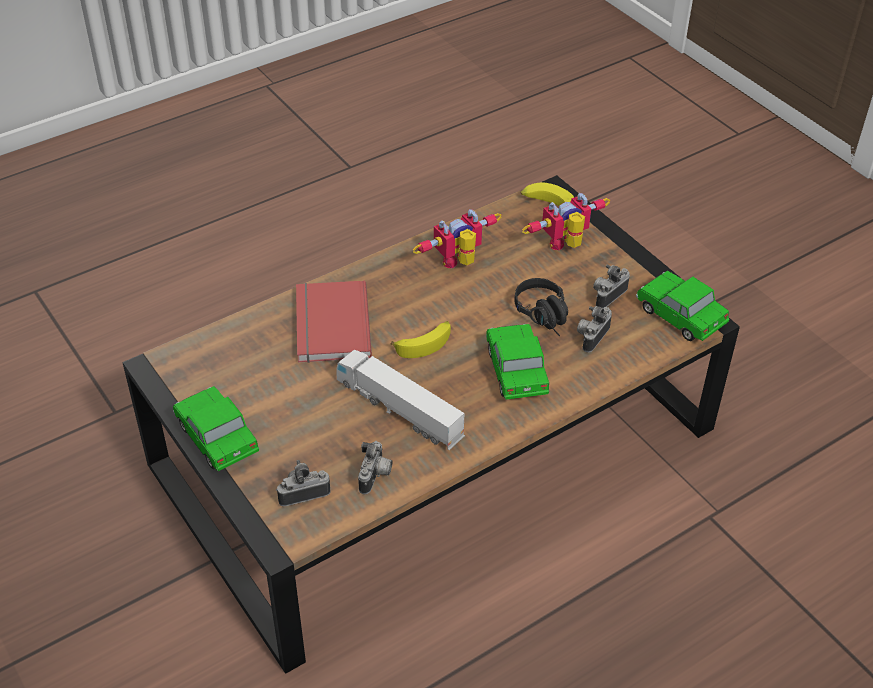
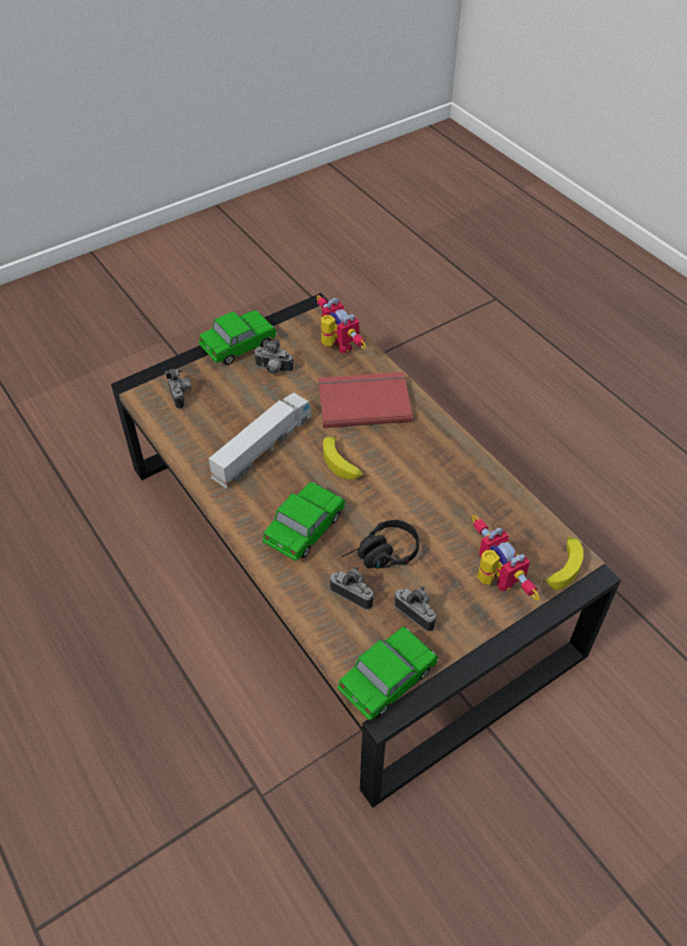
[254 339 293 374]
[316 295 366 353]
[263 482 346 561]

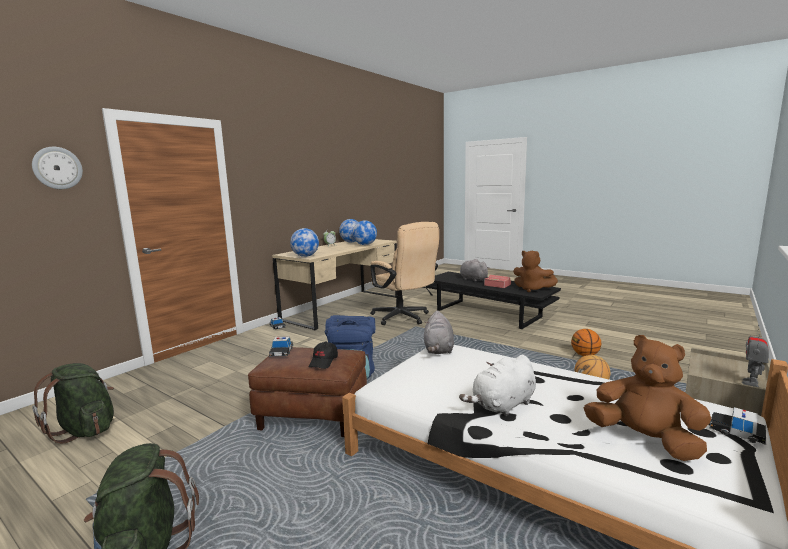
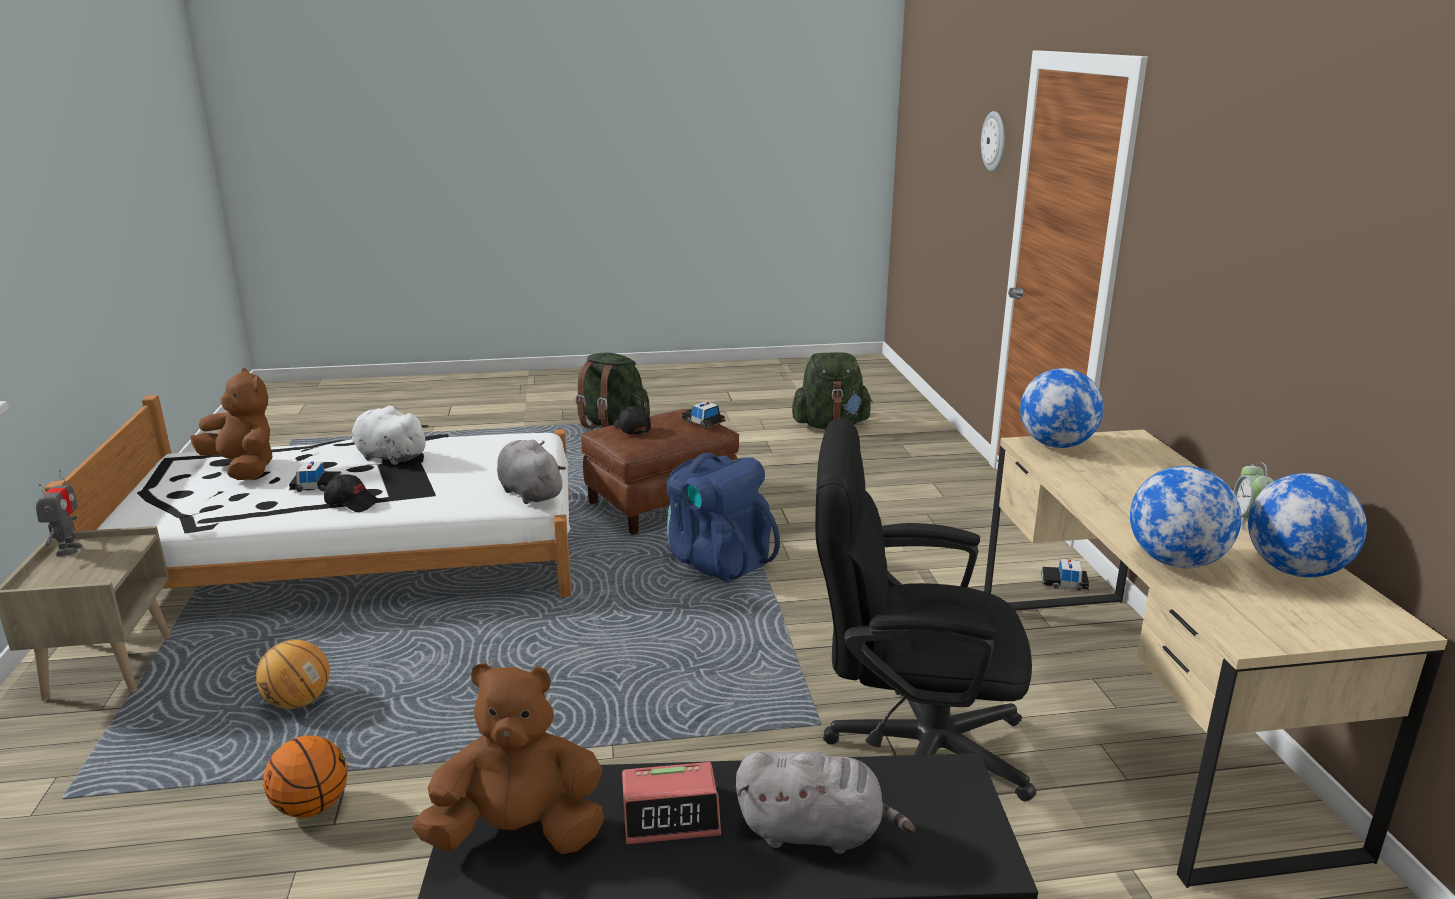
[815 418 1036 801]
[352 406 429 465]
[190 368 273 480]
[289 461 342 492]
[324 474 380 512]

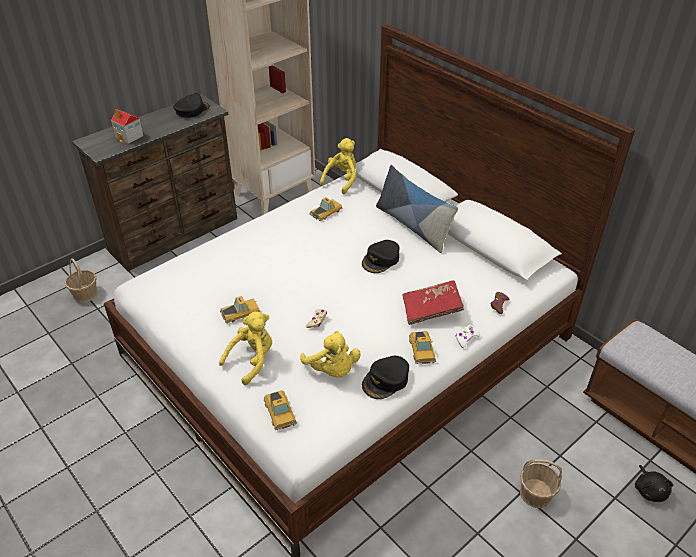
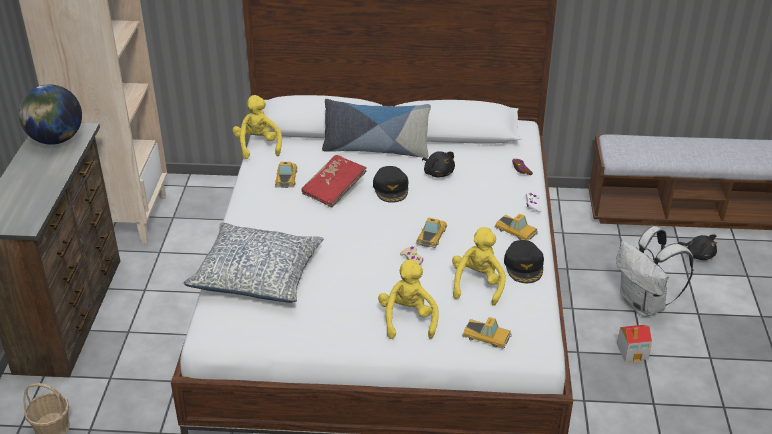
[617 325 652 362]
[19 84 82 145]
[416 217 447 248]
[452 227 506 306]
[301 155 367 208]
[616 226 693 317]
[184 222 324 303]
[422 151 455 178]

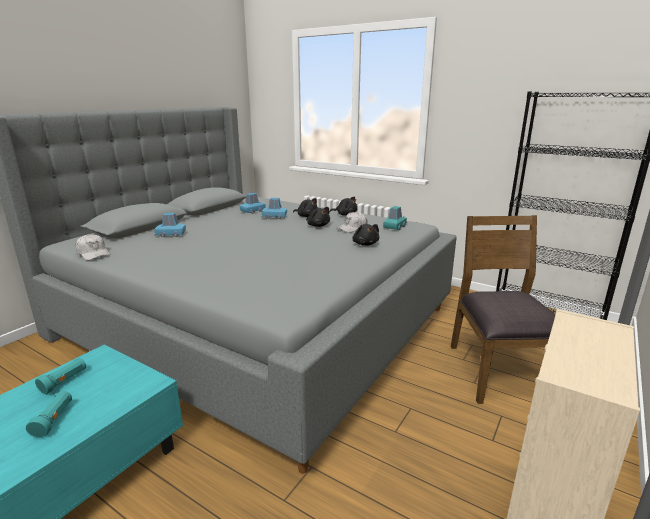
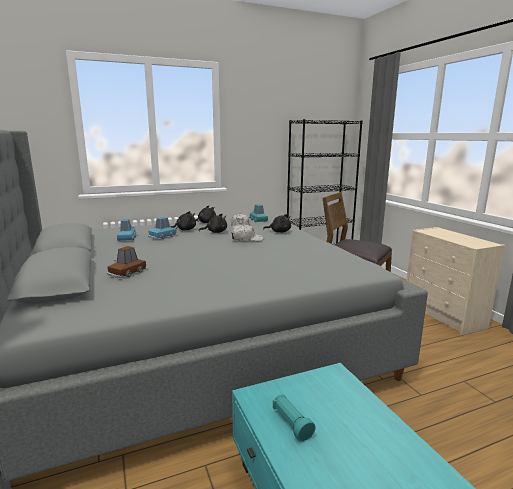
[26 391 72 438] (first image)
[231 224 263 242]
[107 246 146 278]

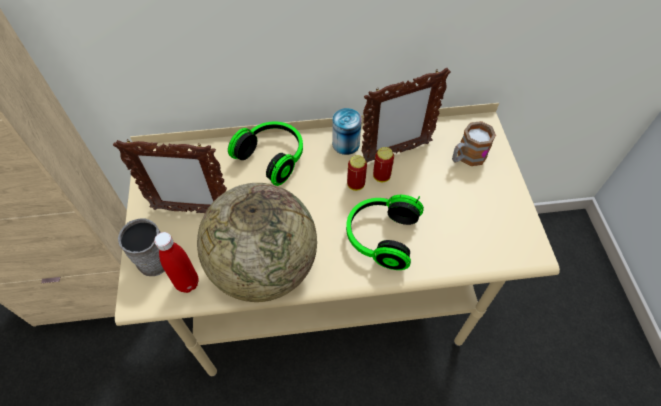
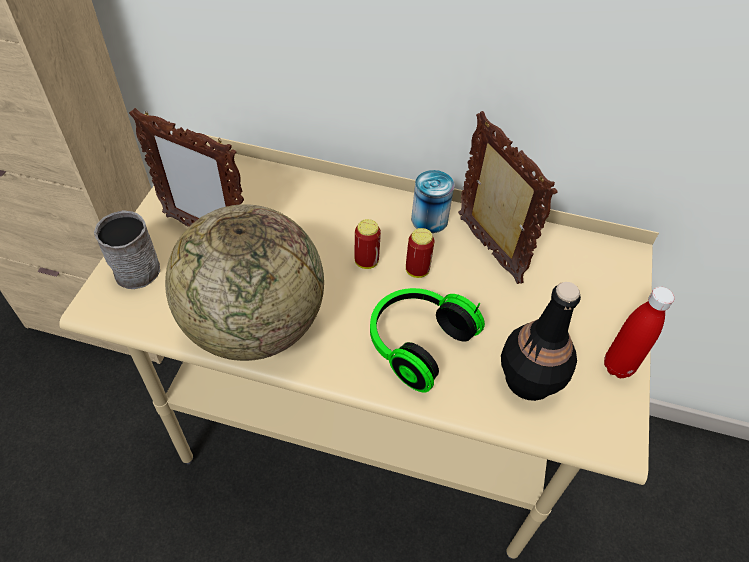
[604 286 675 378]
[228 121 303 186] (first image)
[458 111 558 284]
[355 219 381 269]
[452 121 496 166] (first image)
[501 282 581 401]

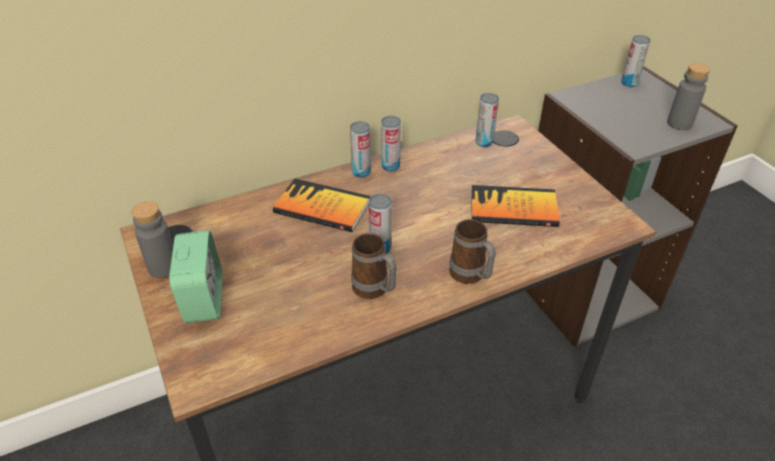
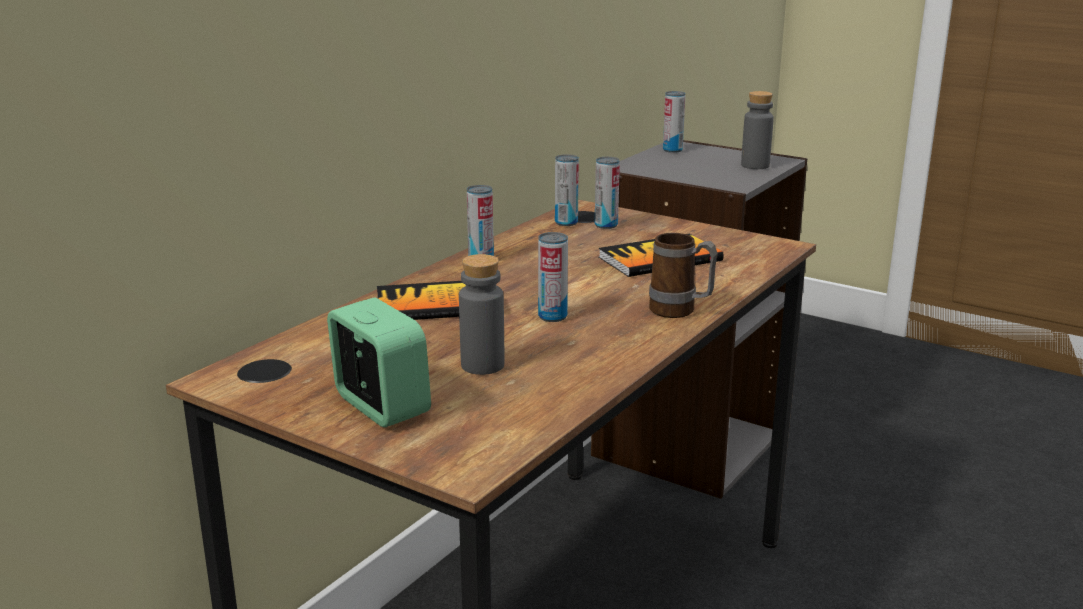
[459 254 504 375]
[595 157 620 229]
[351 233 397 299] (first image)

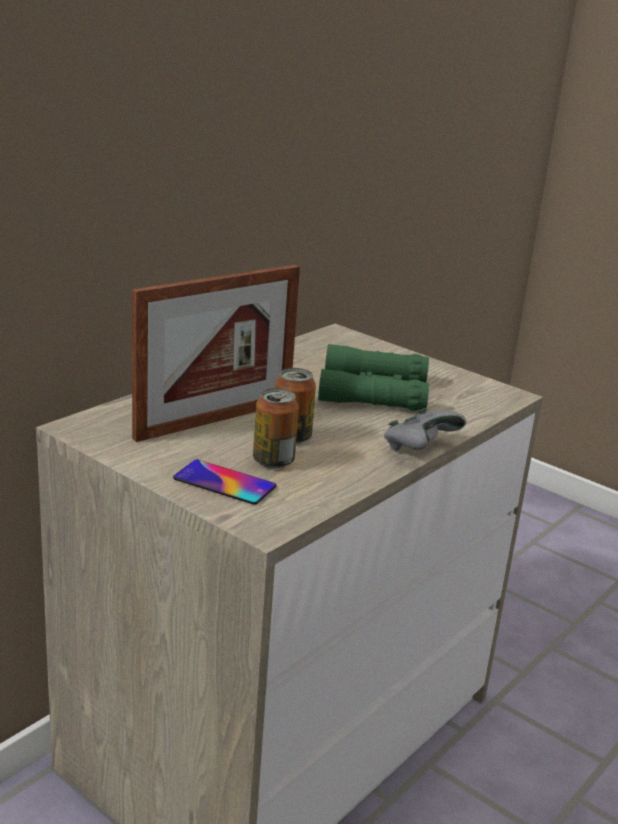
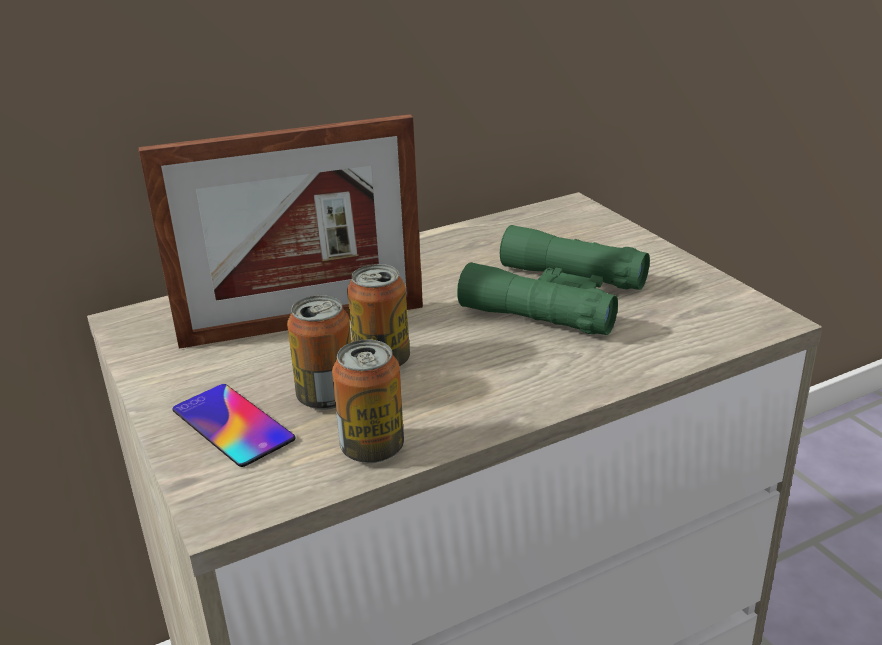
[384 408 466 451] (first image)
[332 339 404 463]

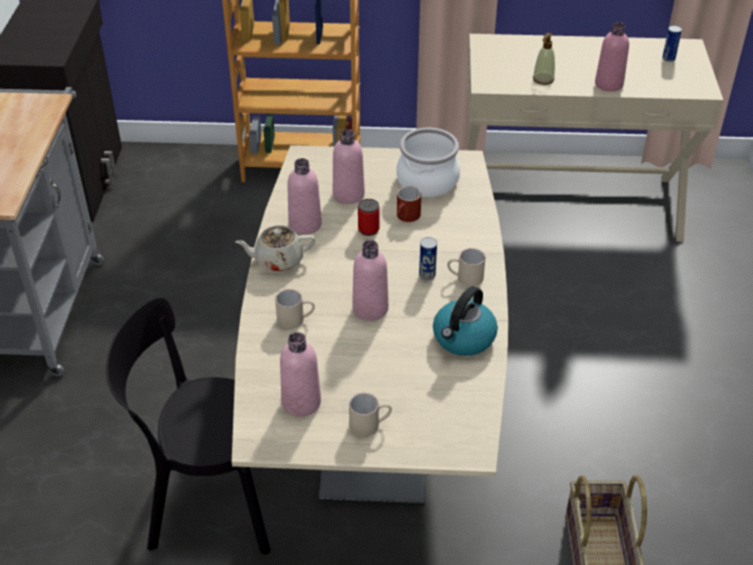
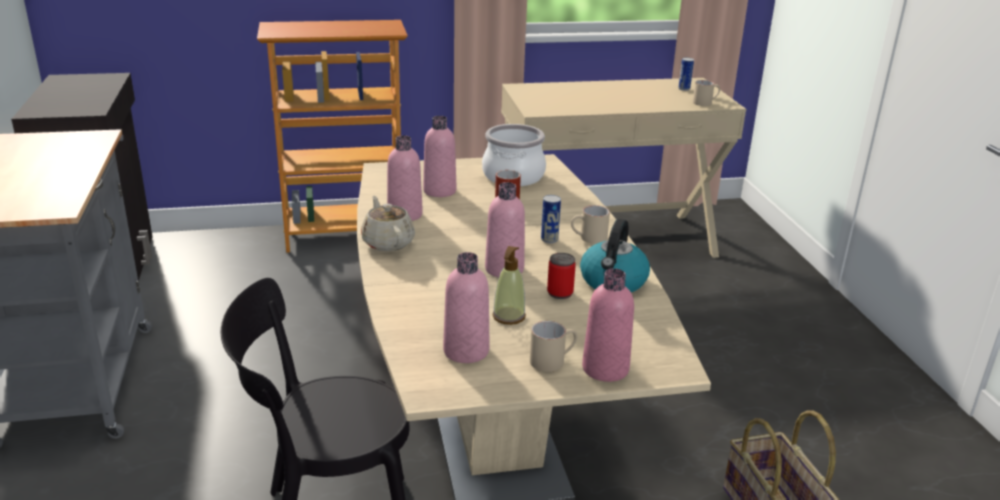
[361 195 415 251]
[693 80 720 106]
[547 253 576 299]
[493 246 526 325]
[582 268 634 382]

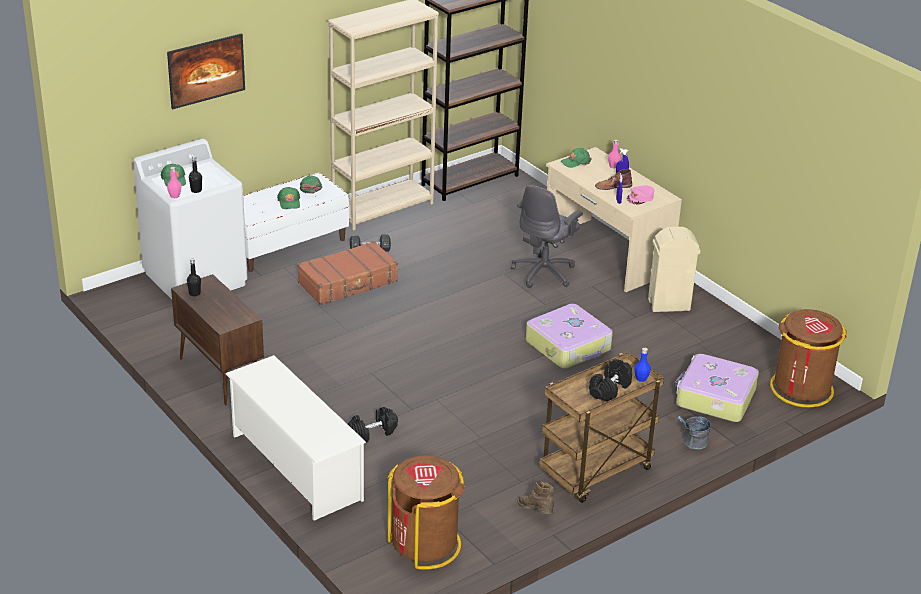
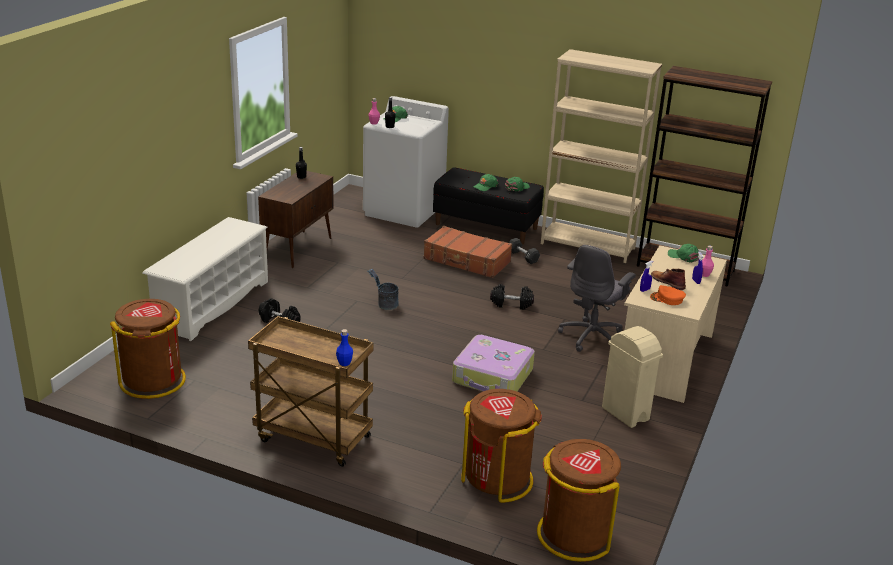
[167 33 245 109] (first image)
[433 167 544 244]
[558 245 636 352]
[517 482 554 514] (first image)
[490 284 534 310]
[650 285 686 305]
[461 389 542 503]
[367 269 399 310]

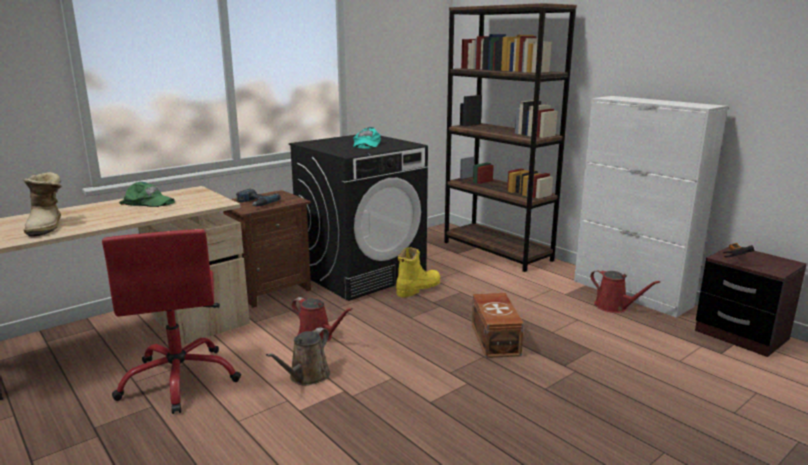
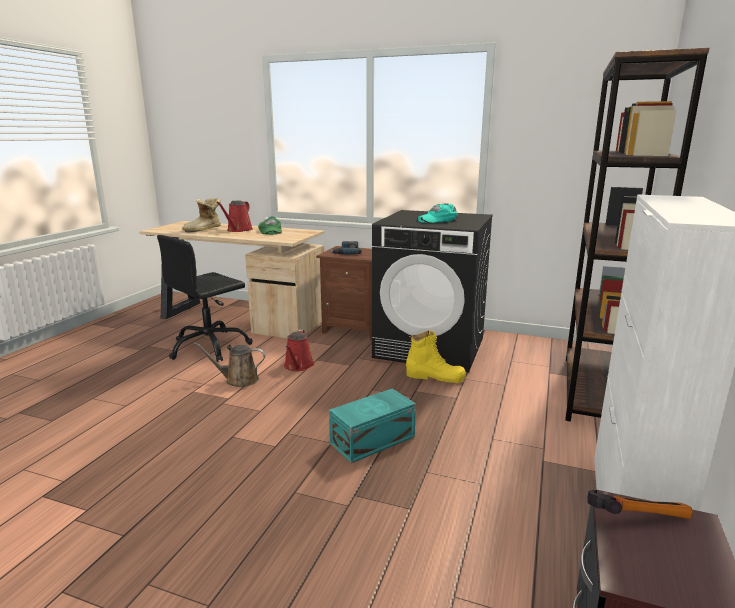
[157 235 253 362]
[329 389 416 463]
[216 201 253 232]

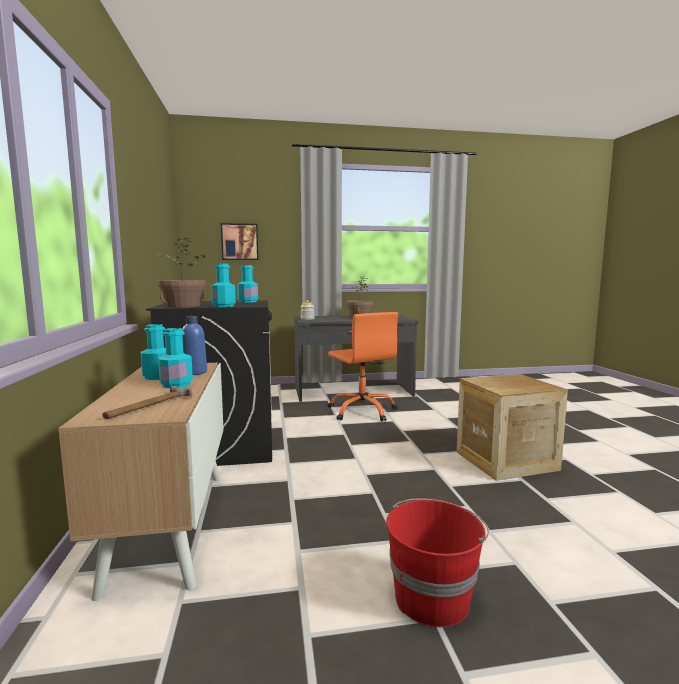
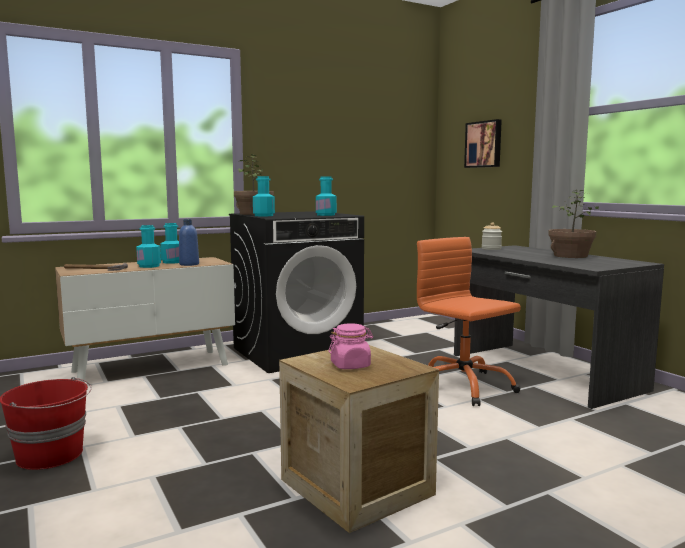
[417 237 521 406]
[329 323 373 369]

